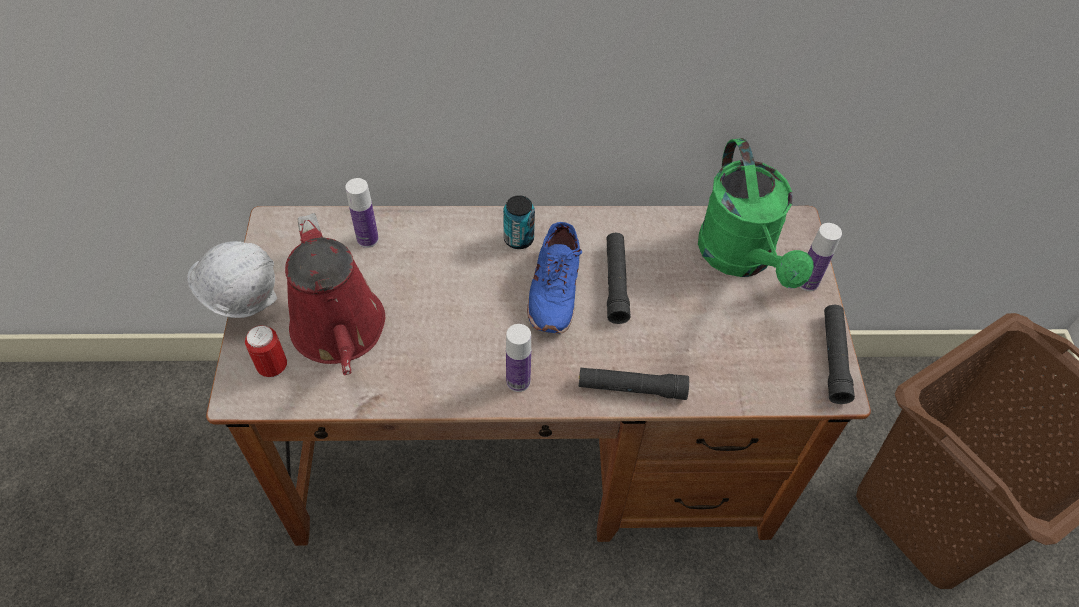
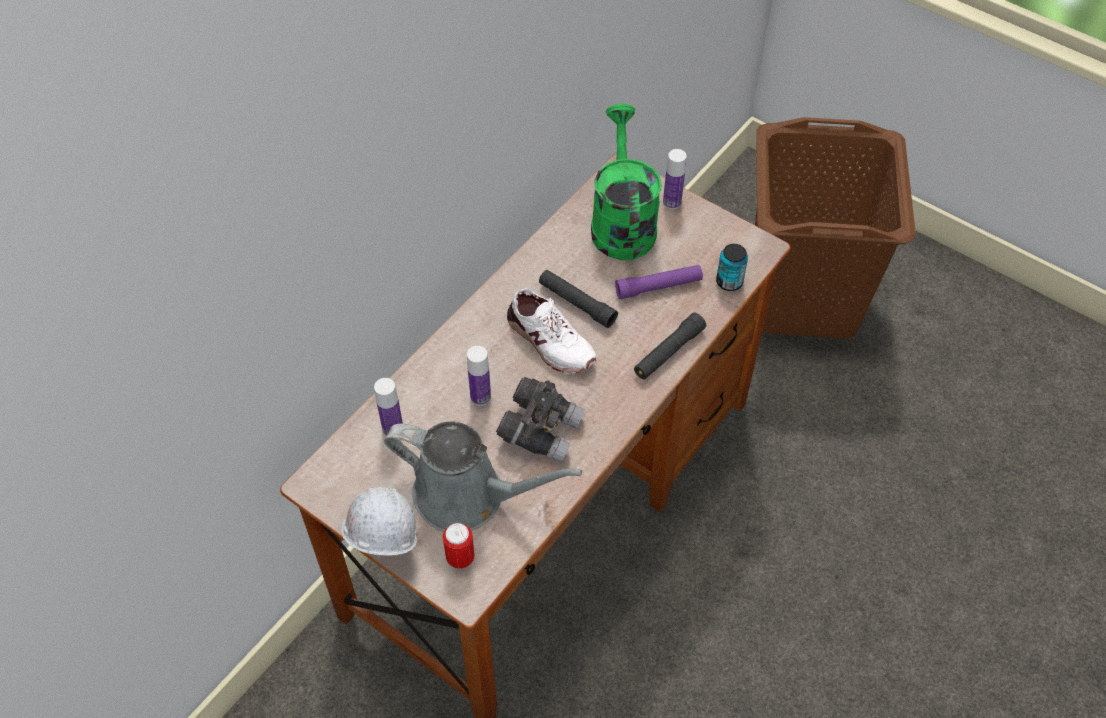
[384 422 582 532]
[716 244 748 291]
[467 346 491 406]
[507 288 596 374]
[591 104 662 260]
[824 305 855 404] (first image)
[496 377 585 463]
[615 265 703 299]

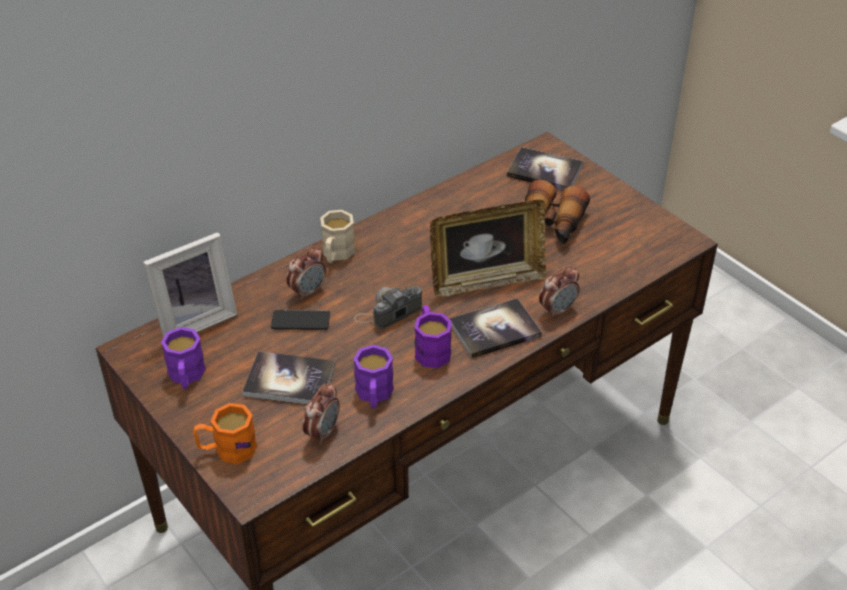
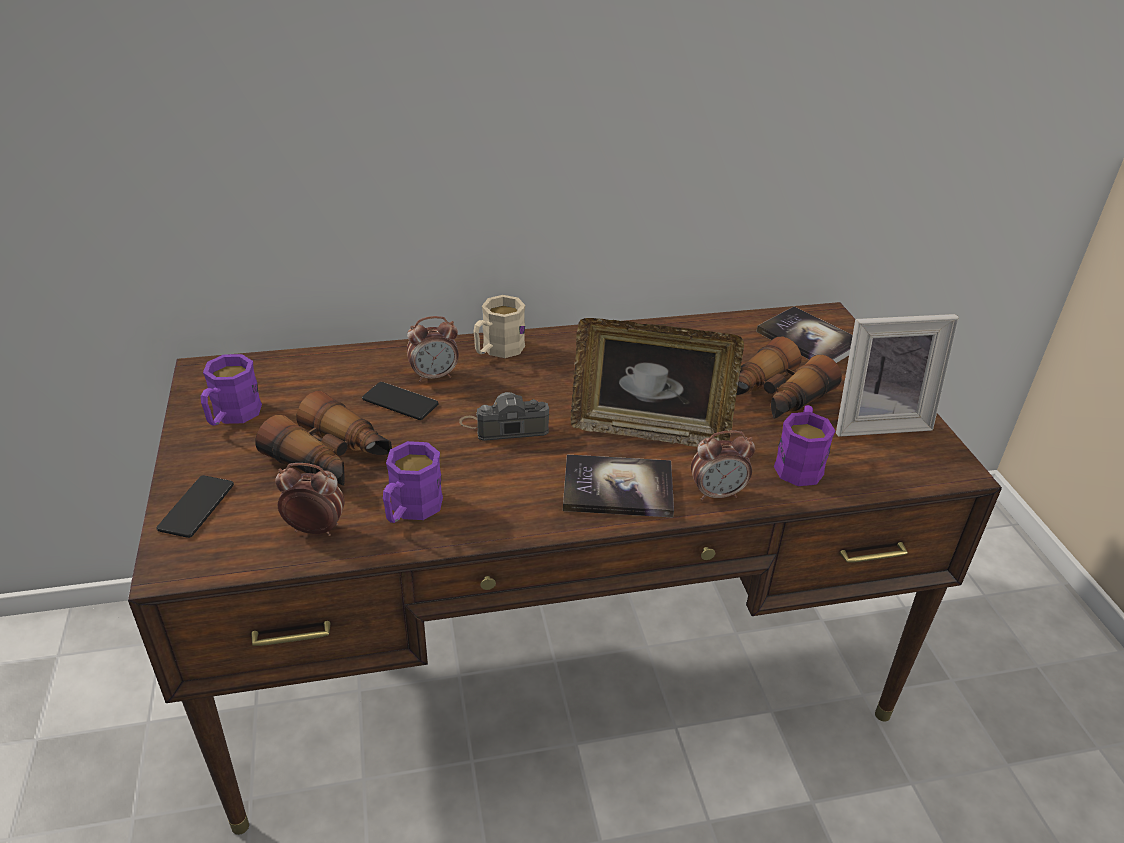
[836 314 959 437]
[156 475 234 538]
[255 391 392 486]
[275 463 345 536]
[774 405 835 486]

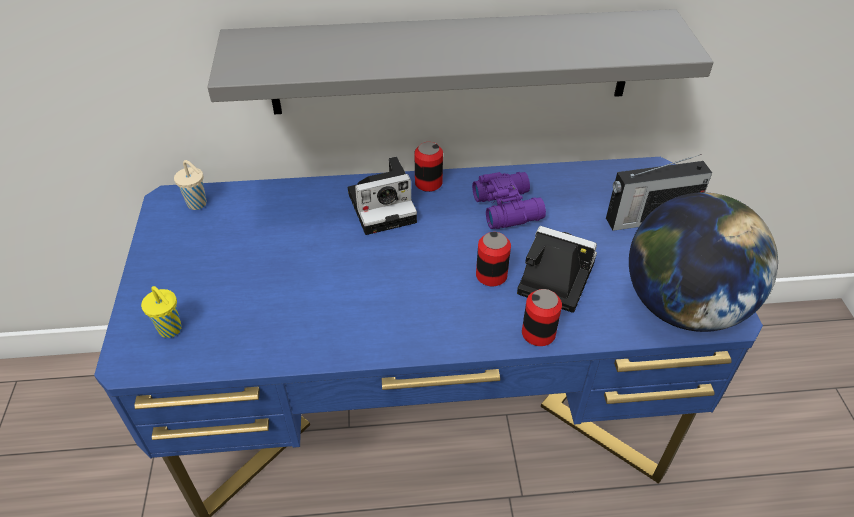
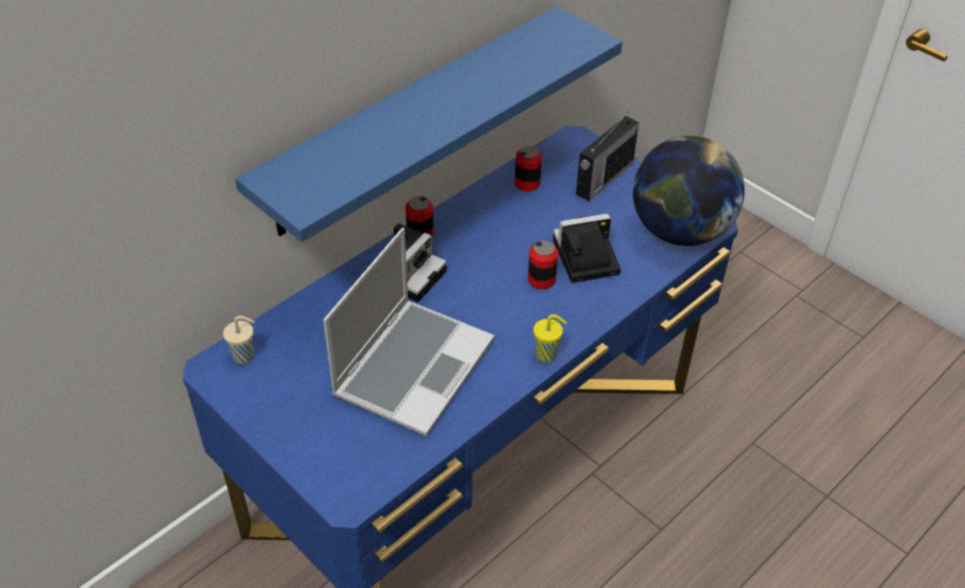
[533 314 567 362]
[235 6 622 242]
[472 172 546 229] (first image)
[515 146 542 191]
[323 228 494 436]

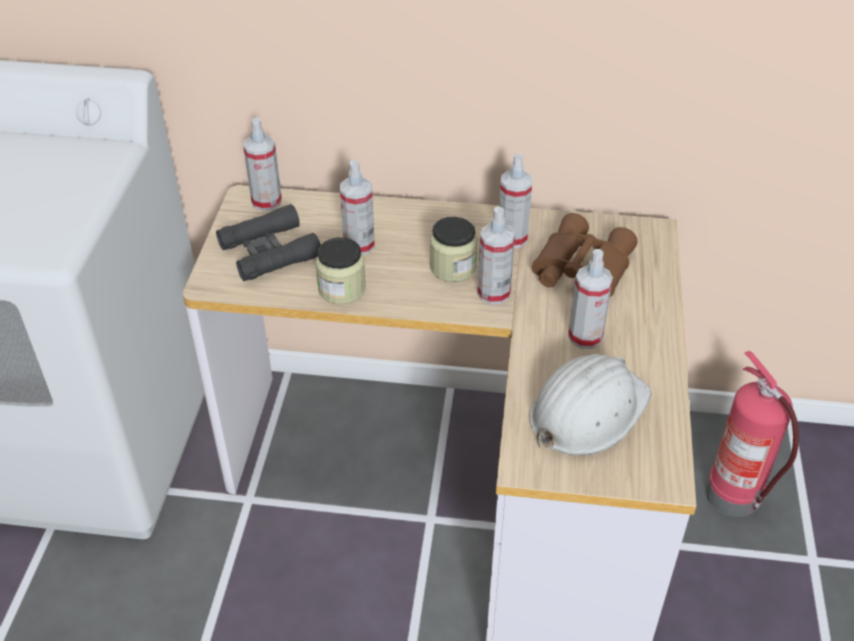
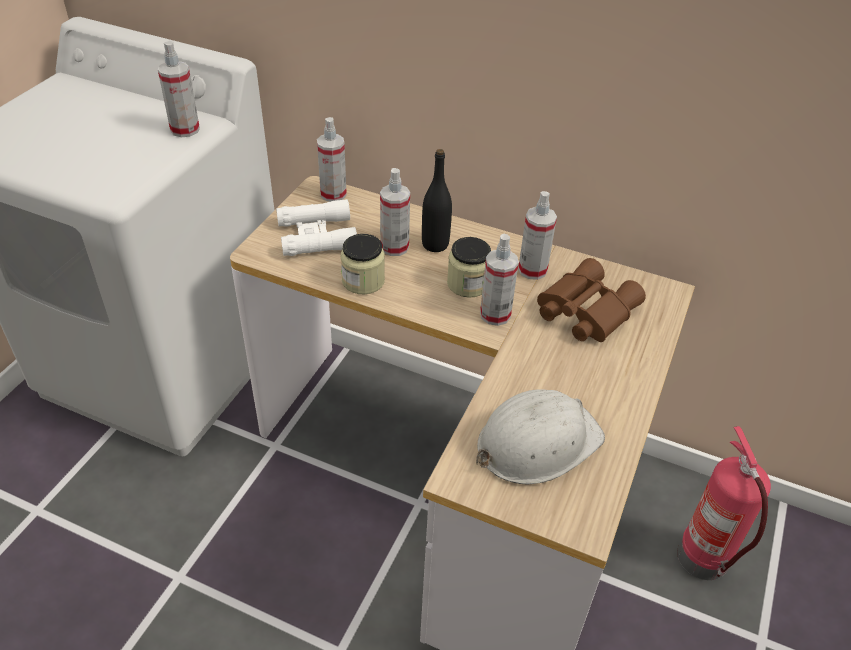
[276 199 357 256]
[158 41 200 137]
[422 149 452 252]

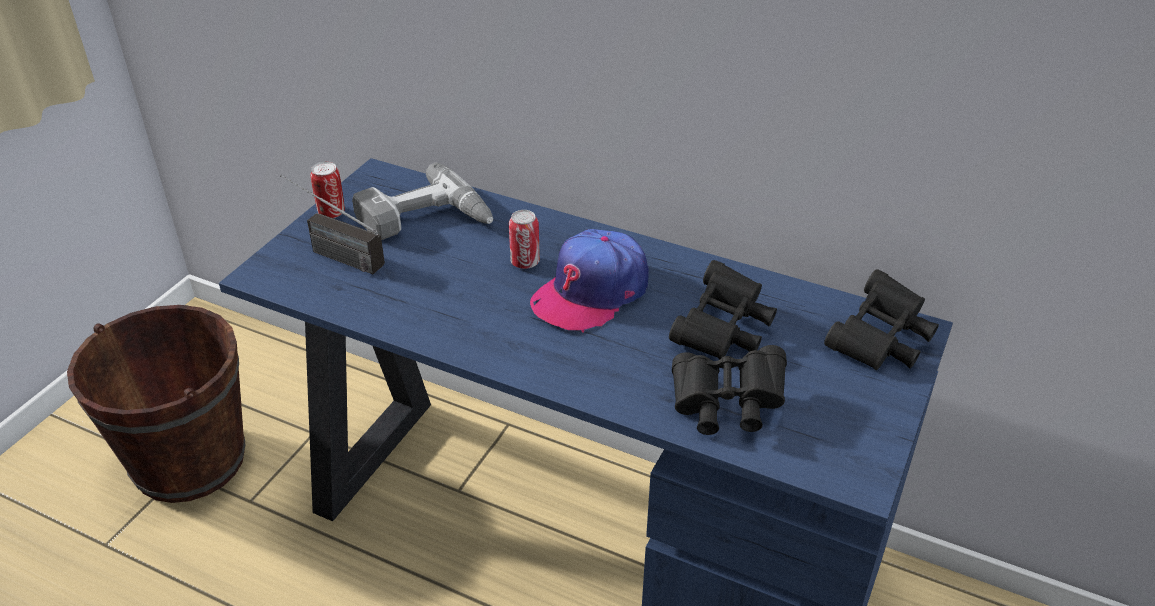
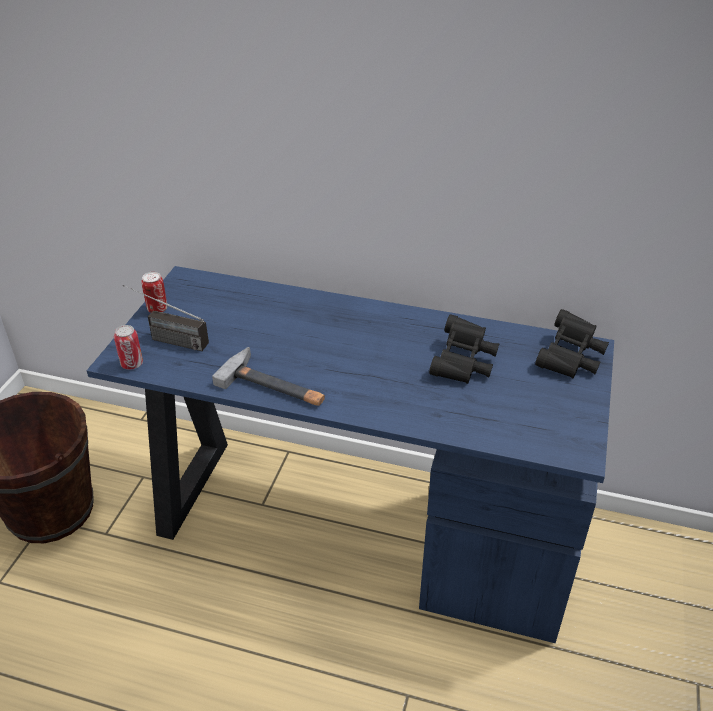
[352 163 493 240] (first image)
[114 325 143 370]
[530 229 649 333] (first image)
[672 345 787 435] (first image)
[212 347 325 406]

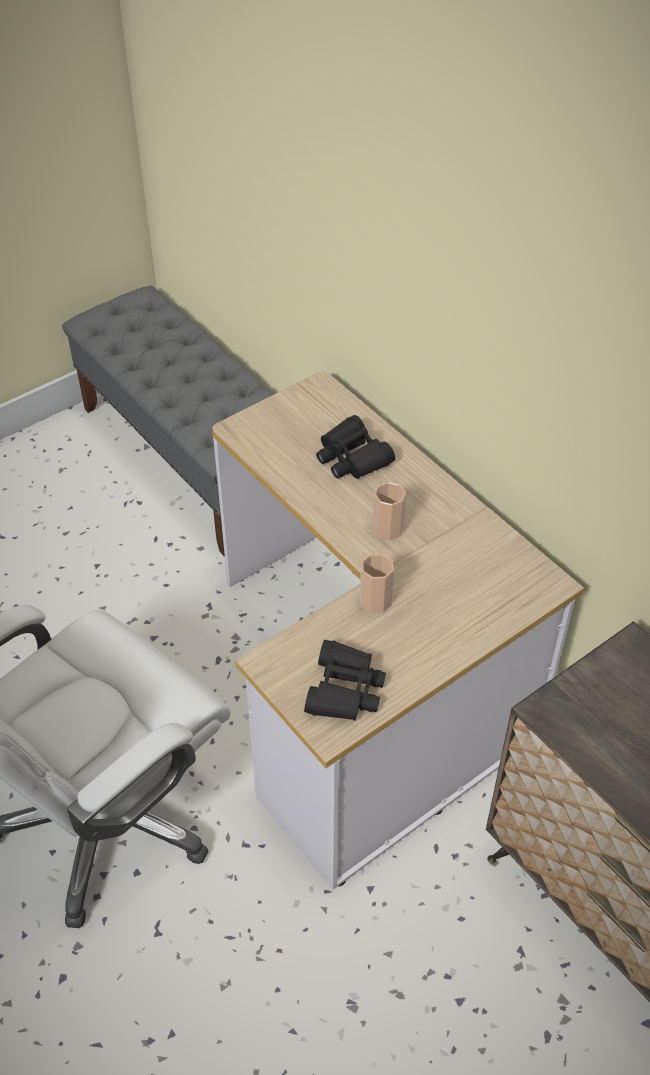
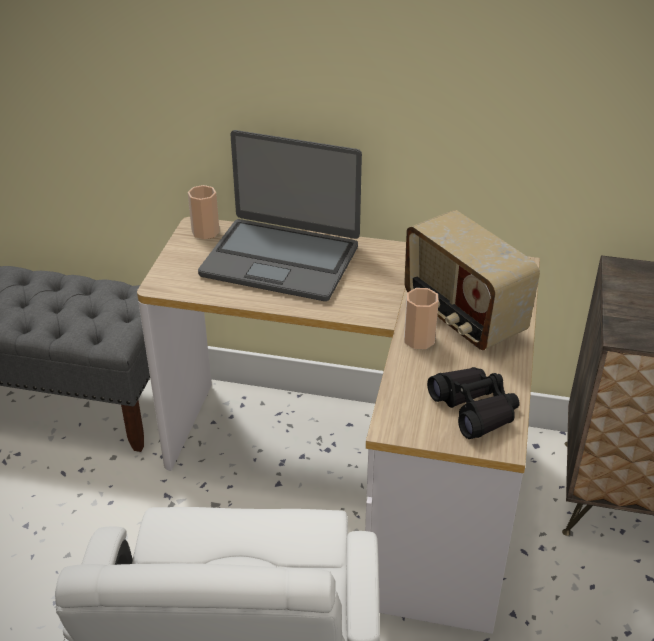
[198 130 362 301]
[188 185 220 239]
[404 210 540 350]

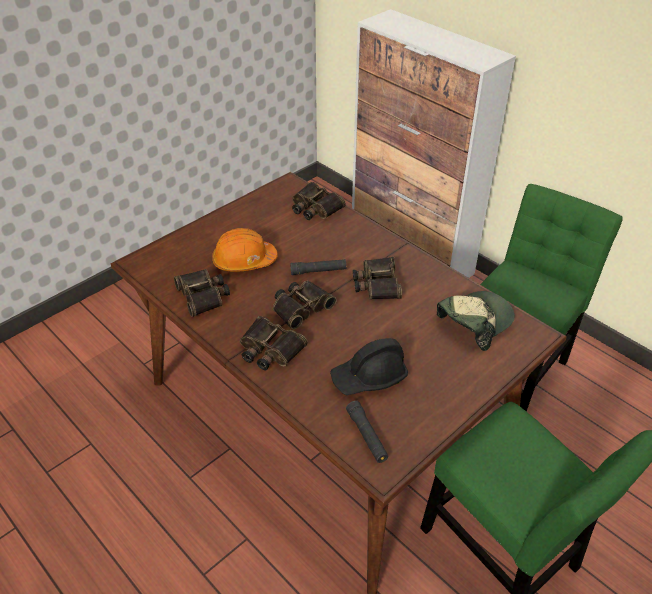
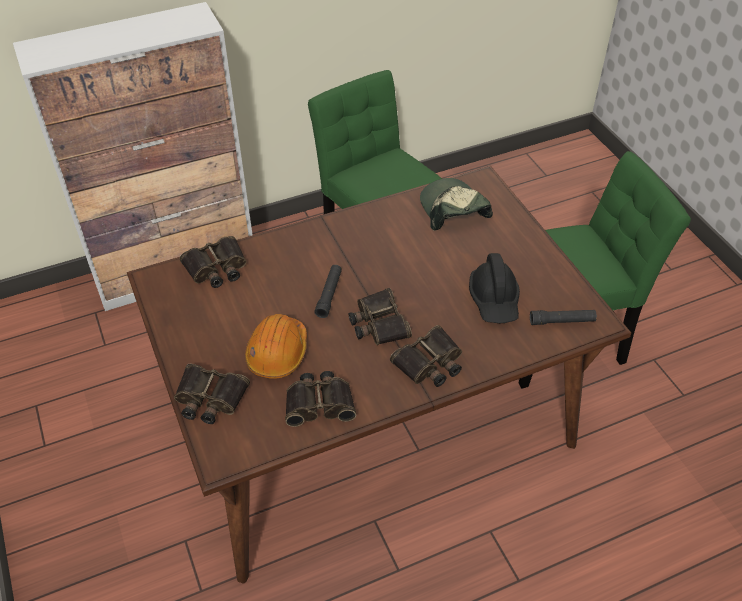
[174 364 250 424]

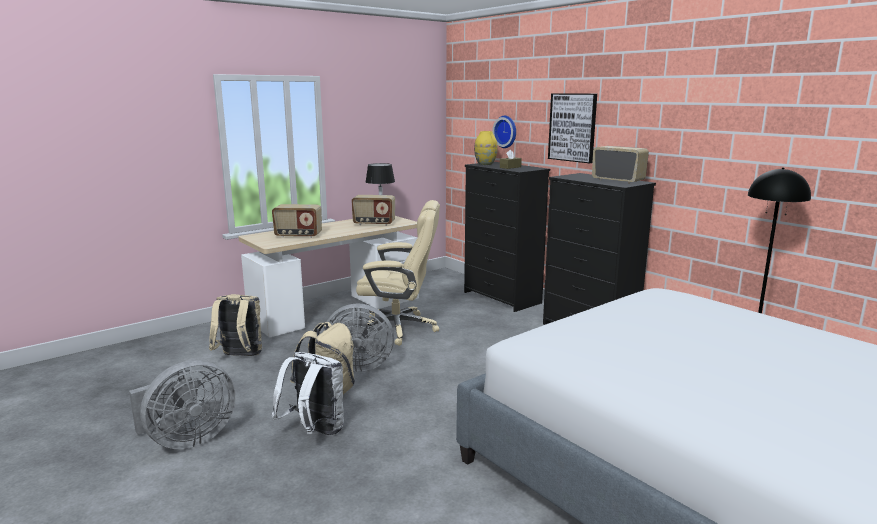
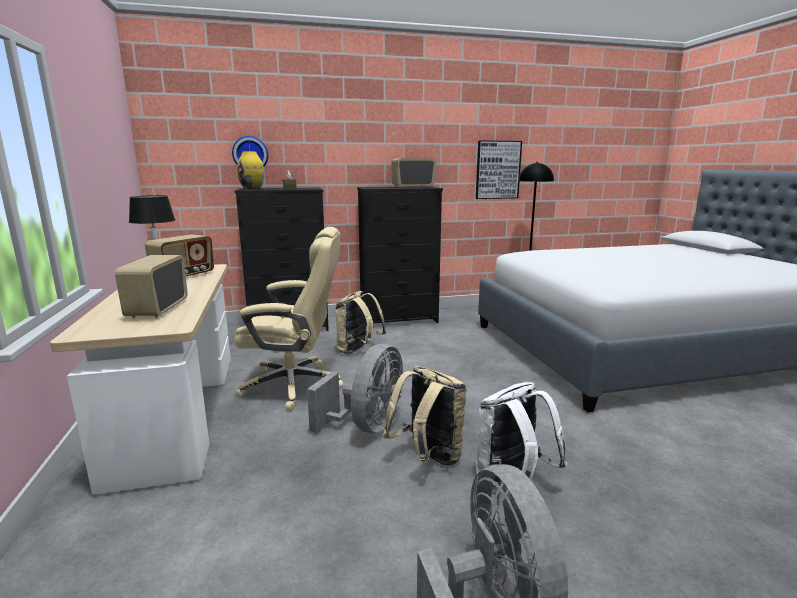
[335 291 386 354]
[115 255 188 318]
[234 227 344 410]
[476 140 522 199]

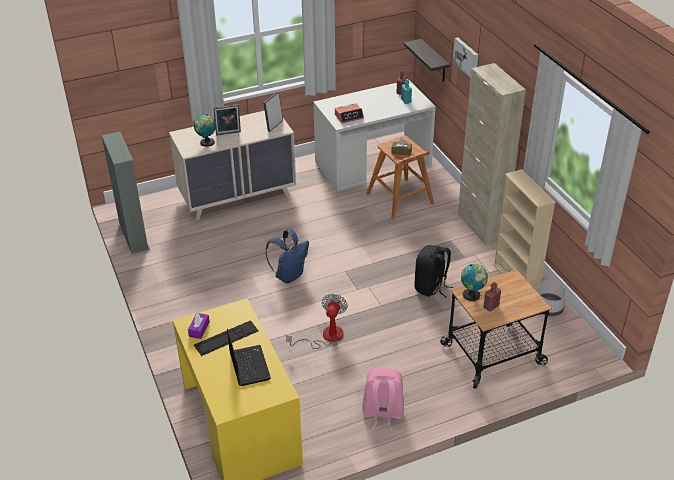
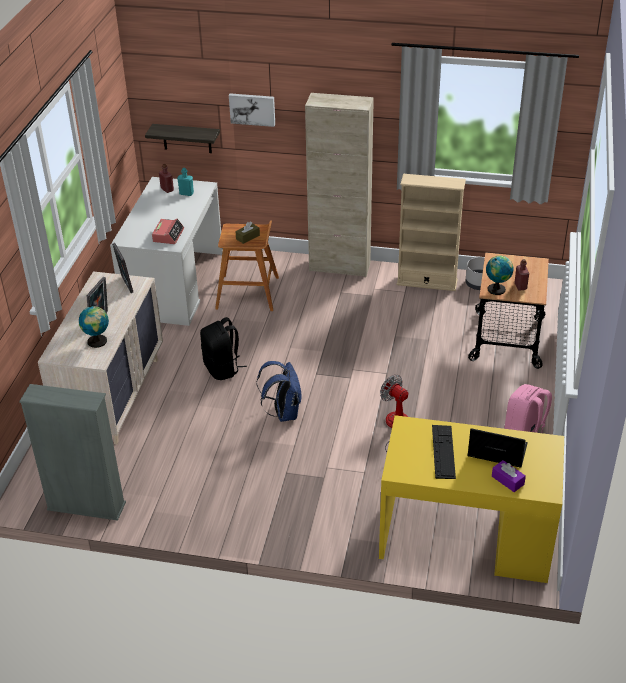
[492 460 526 492]
[200 317 247 380]

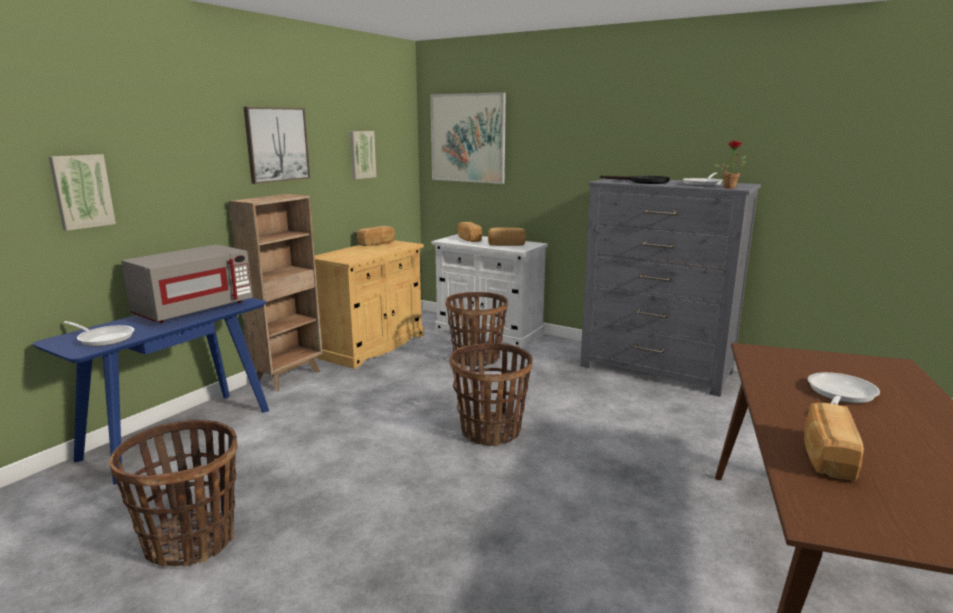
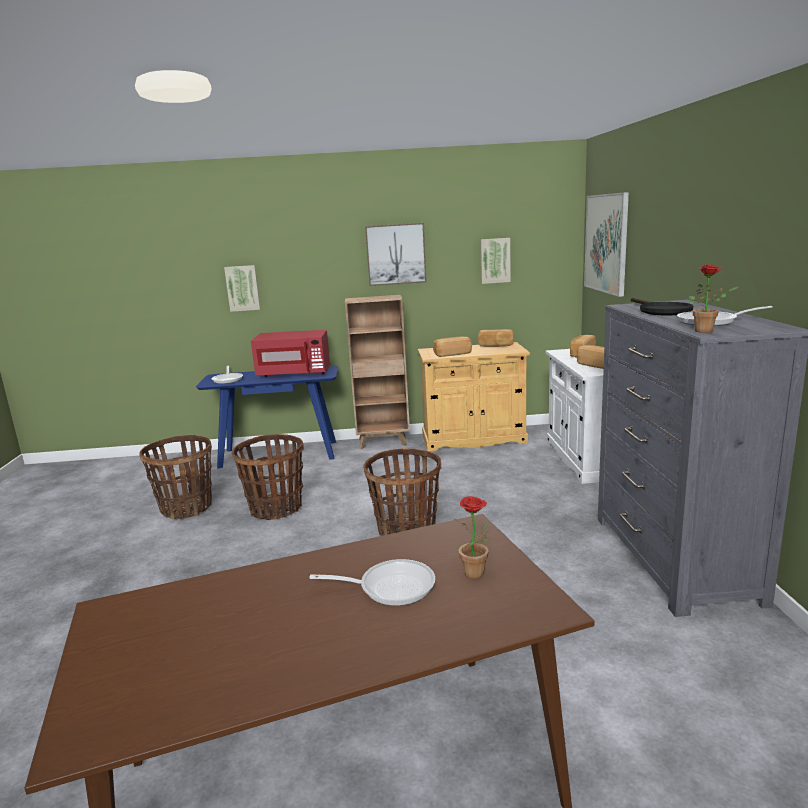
[251 330 330 377]
[232 434 304 520]
[433 337 472 357]
[455 496 490 579]

